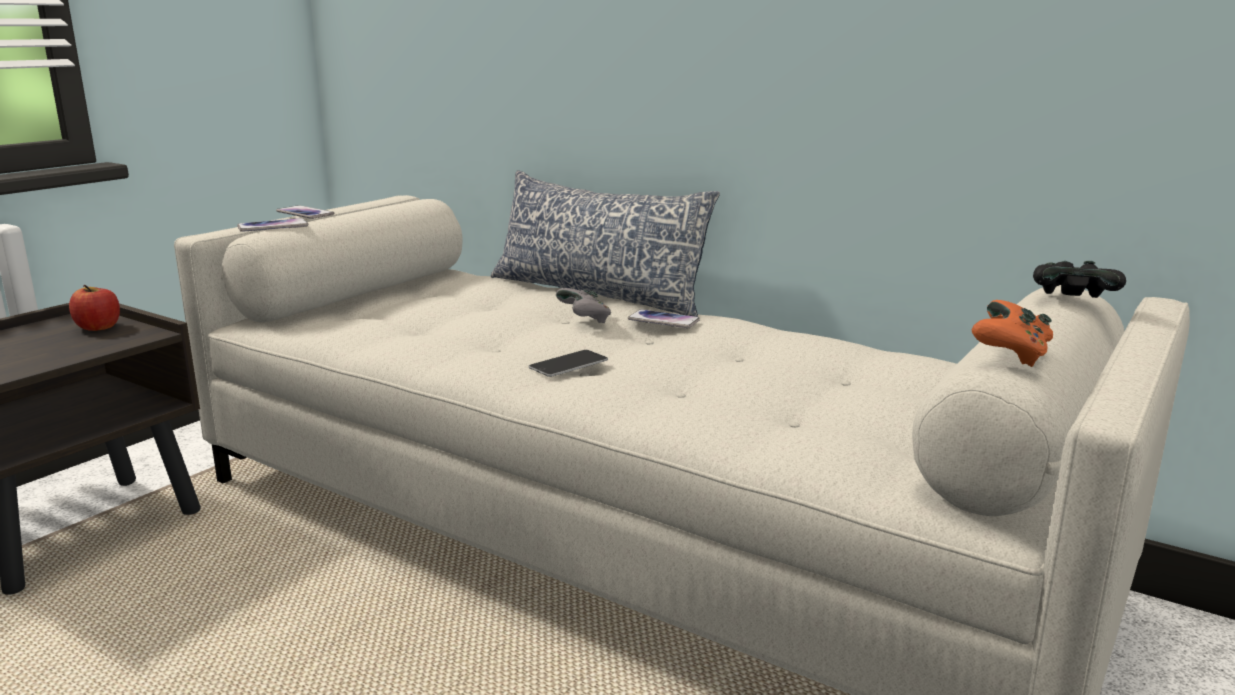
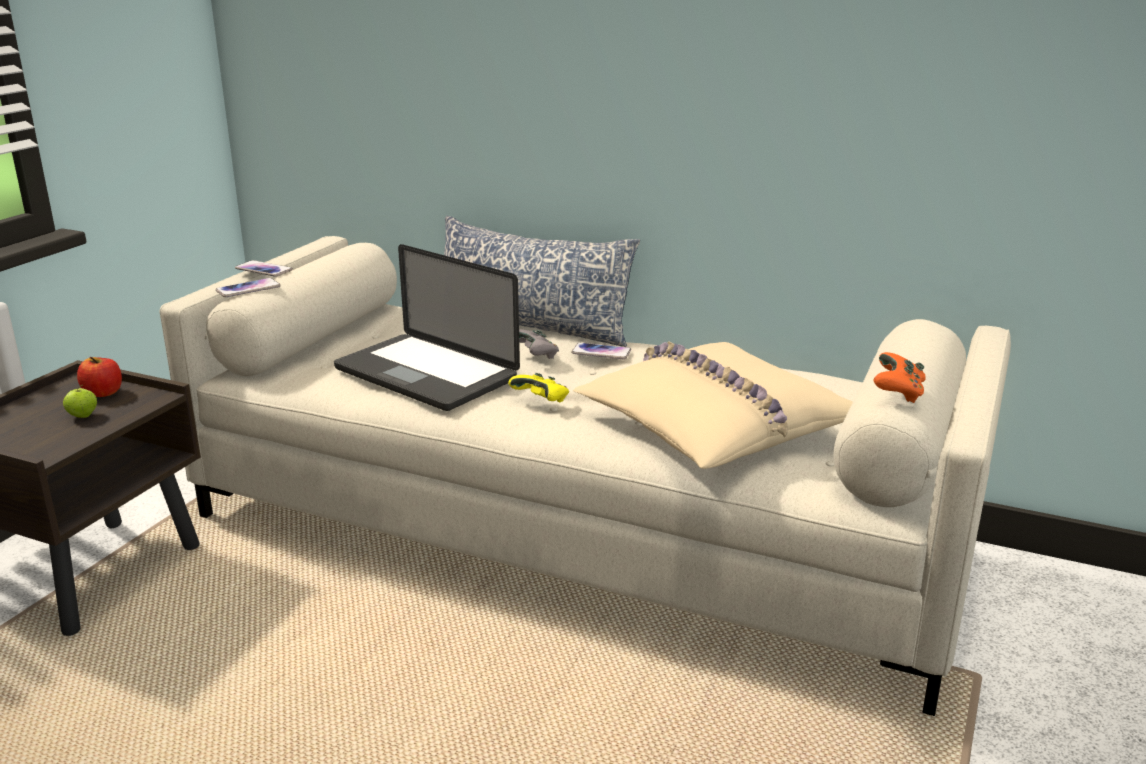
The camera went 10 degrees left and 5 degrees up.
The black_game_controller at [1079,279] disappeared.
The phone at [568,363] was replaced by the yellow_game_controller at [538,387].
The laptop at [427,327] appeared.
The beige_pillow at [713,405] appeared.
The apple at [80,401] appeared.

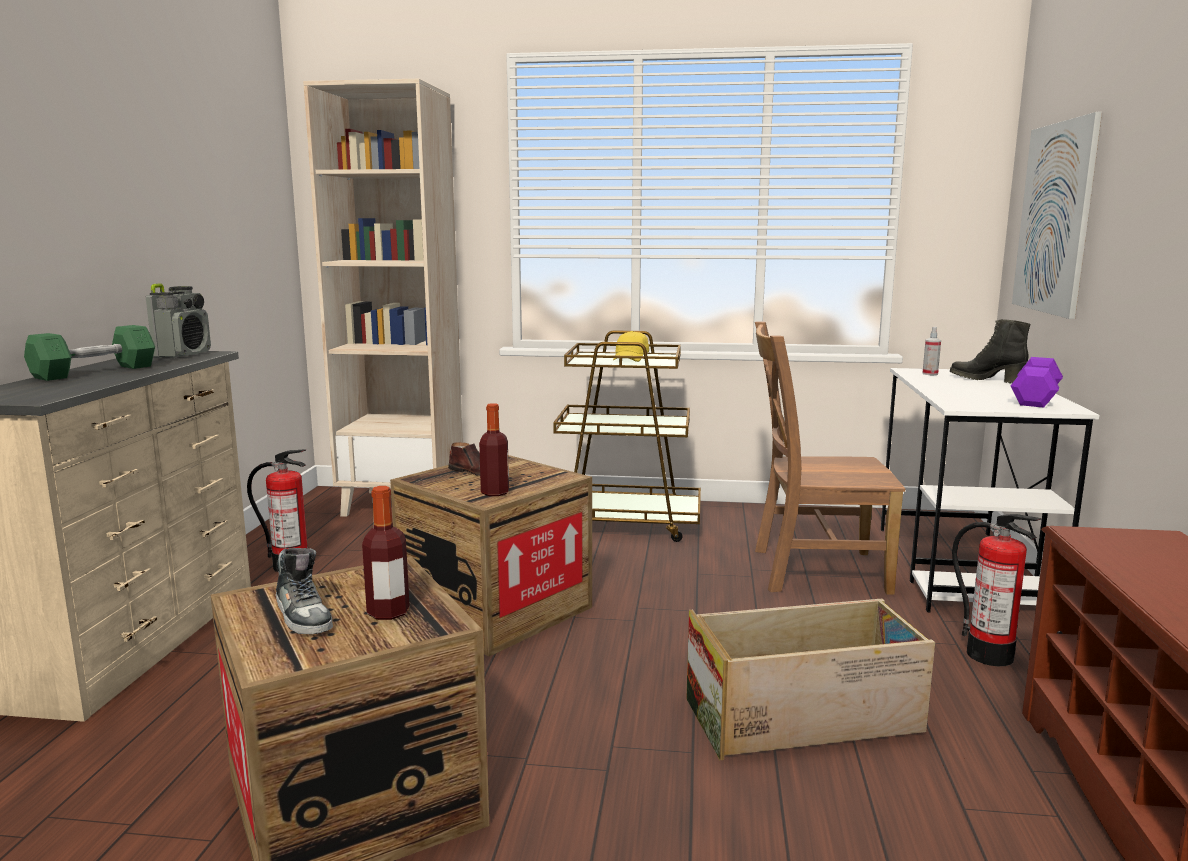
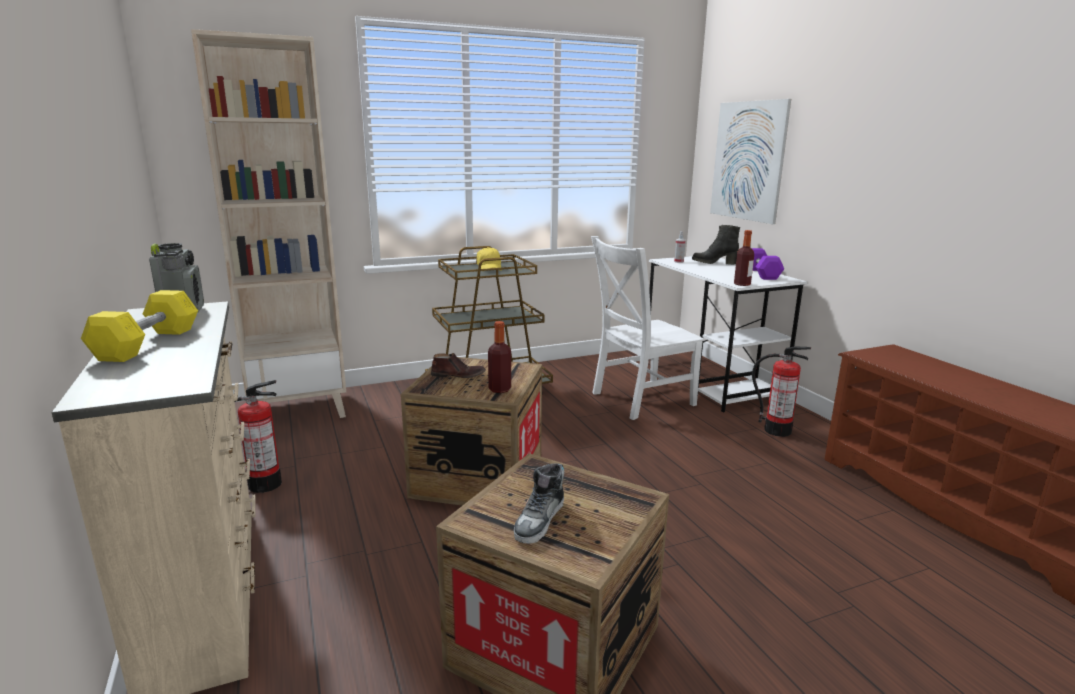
The camera went 30 degrees left and 5 degrees up.
The brown_chair at [830,458] became the white_chair at [647,328].
The green_dumbbell at [89,353] became the yellow_dumbbell at [139,326].
The bottle moved from [386,553] to [744,258].
The shoe at [304,591] turned 90 degrees clockwise.
The crate at [810,679] disappeared.

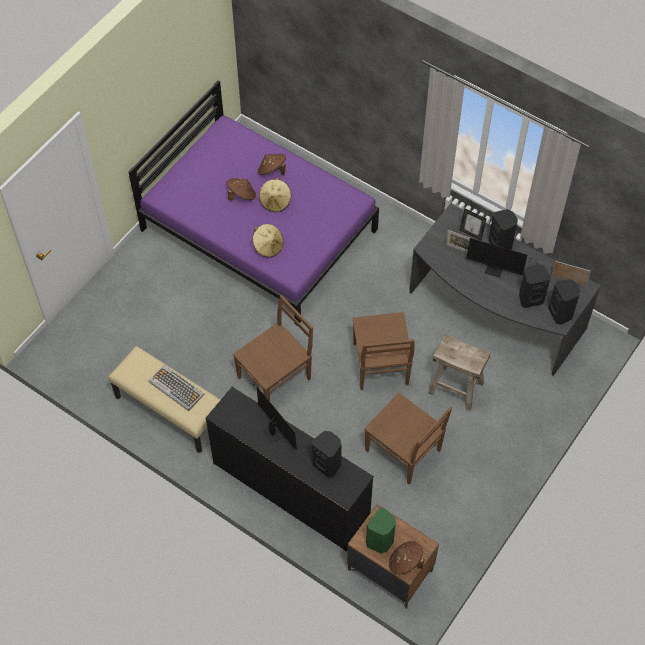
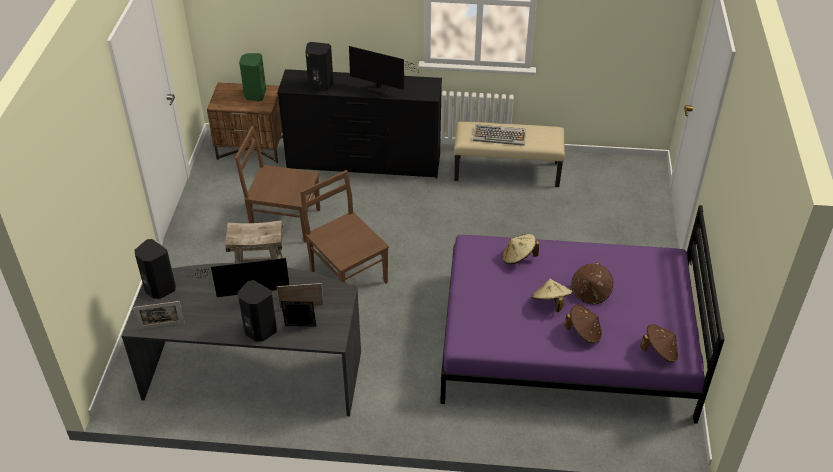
The camera went 150 degrees right and 15 degrees down.
The black_speaker at [535,286] disappeared.
The brown_chair at [273,348] disappeared.
The brown_hat moved from [406,557] to [659,343].

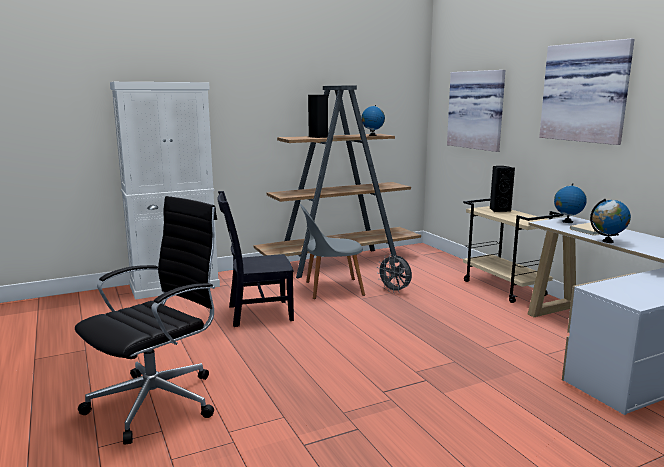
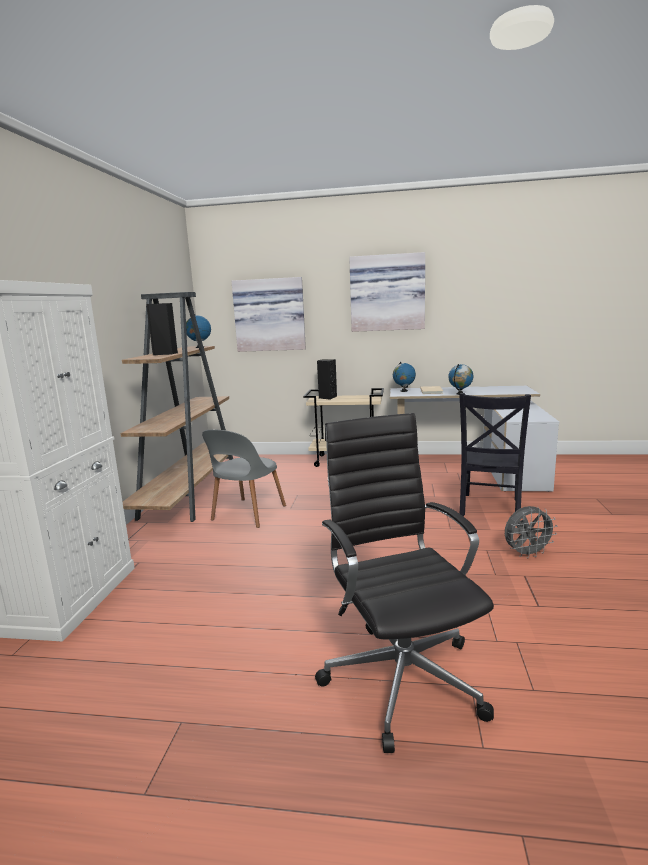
The camera went 55 degrees left and 0 degrees up.
The black_chair moved from [255,259] to [495,454].
The grey_fan moved from [394,274] to [531,532].

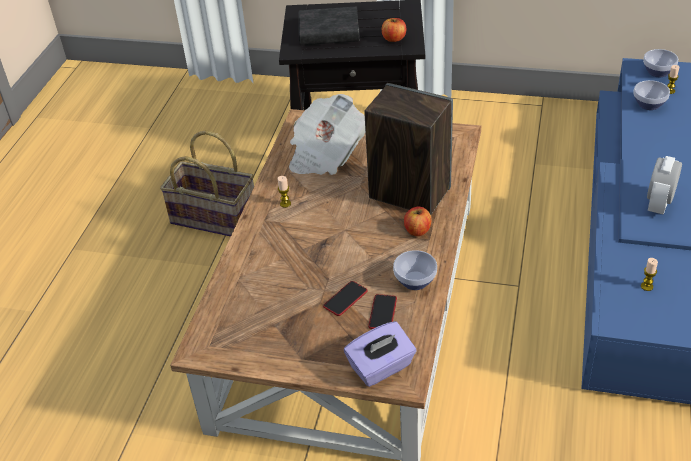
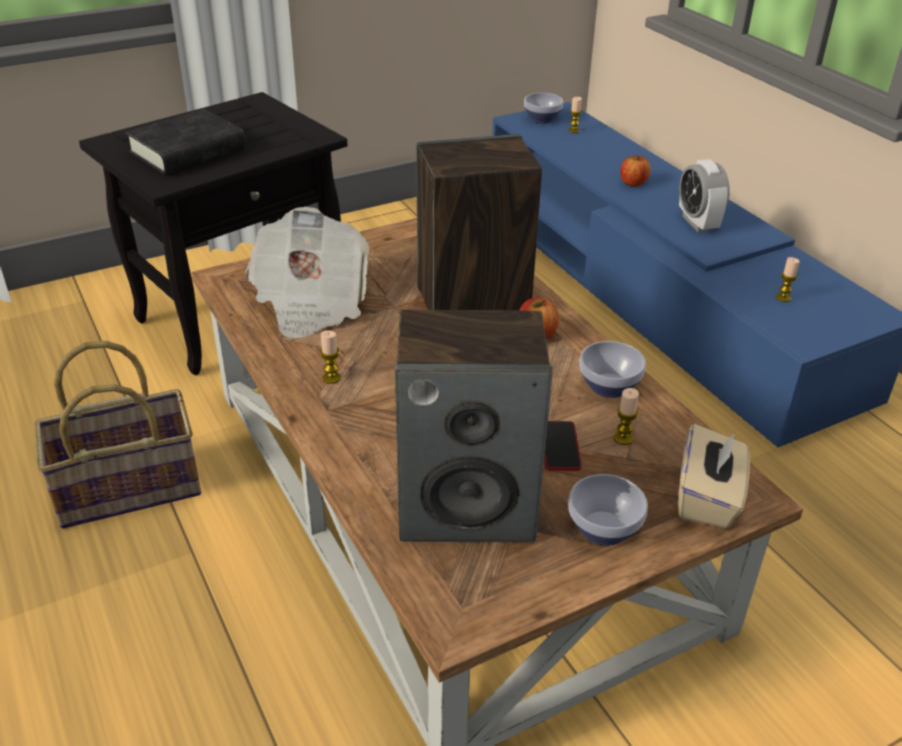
The camera went 45 degrees left and 5 degrees down.
The apple moved from [394,30] to [635,171].
The bowl moved from [651,95] to [608,510].
The phone at [382,311] was replaced by the candle at [626,416].
The purple_tissue_box at [380,354] became the beige_tissue_box at [714,476].
The speaker at [473,426] appeared.

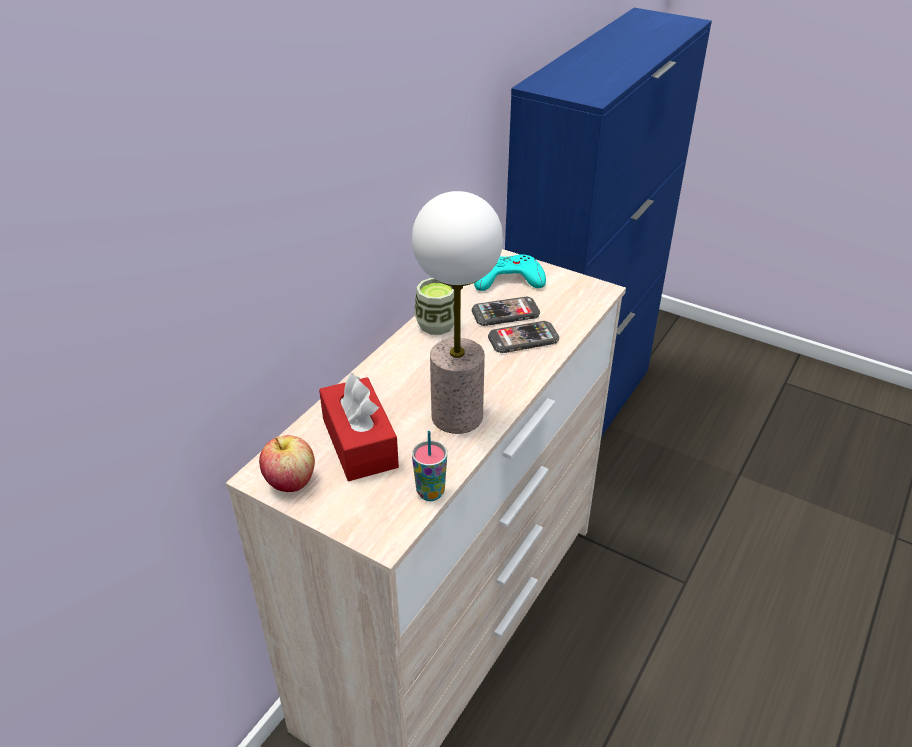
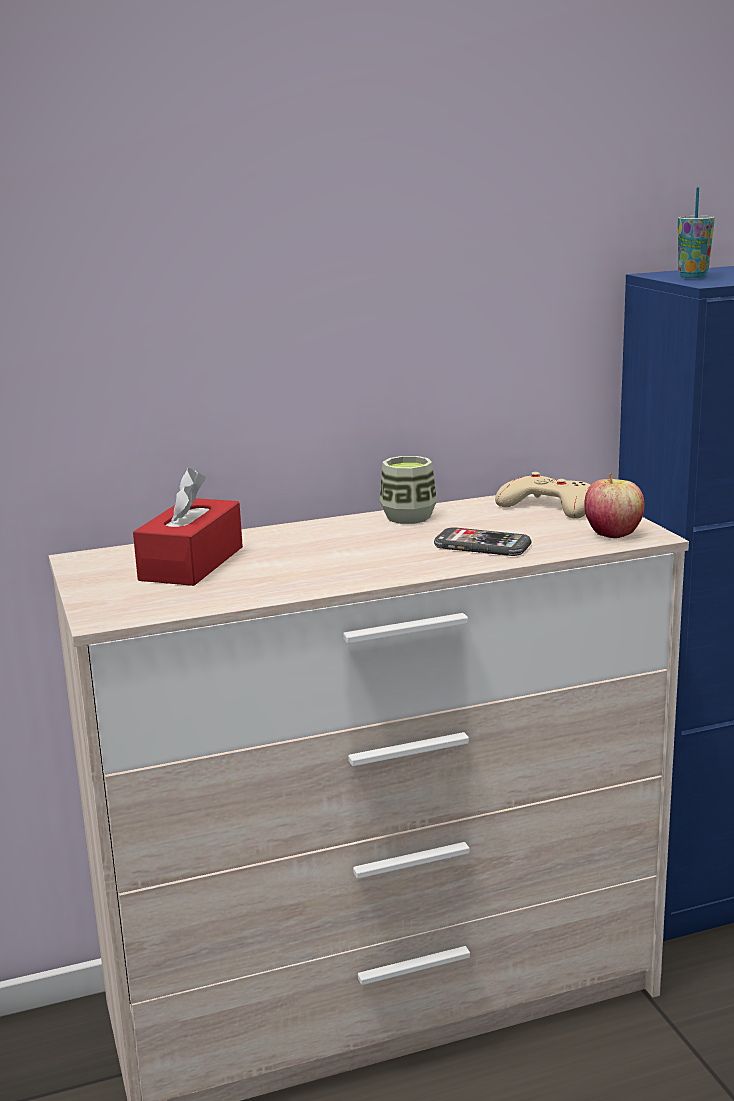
The camera went 40 degrees right and 20 degrees down.
The table_lamp at [457,312] disappeared.
The turquoise_game_controller at [510,273] became the beige_game_controller at [543,495].
The phone at [506,311] disappeared.
The cup moved from [429,466] to [696,232].
The apple moved from [287,463] to [614,505].

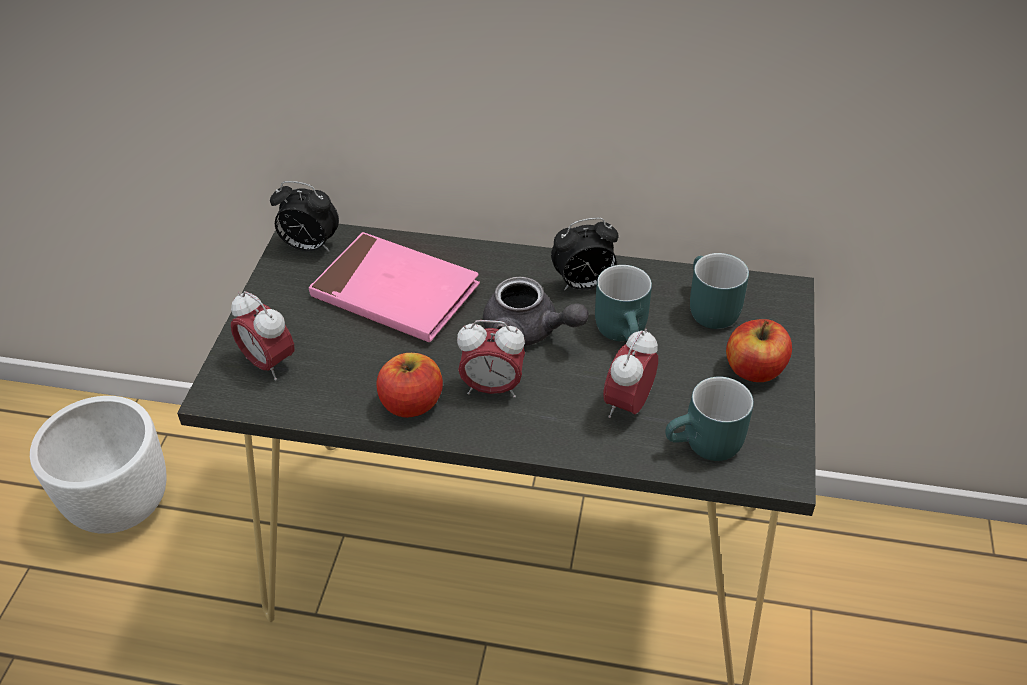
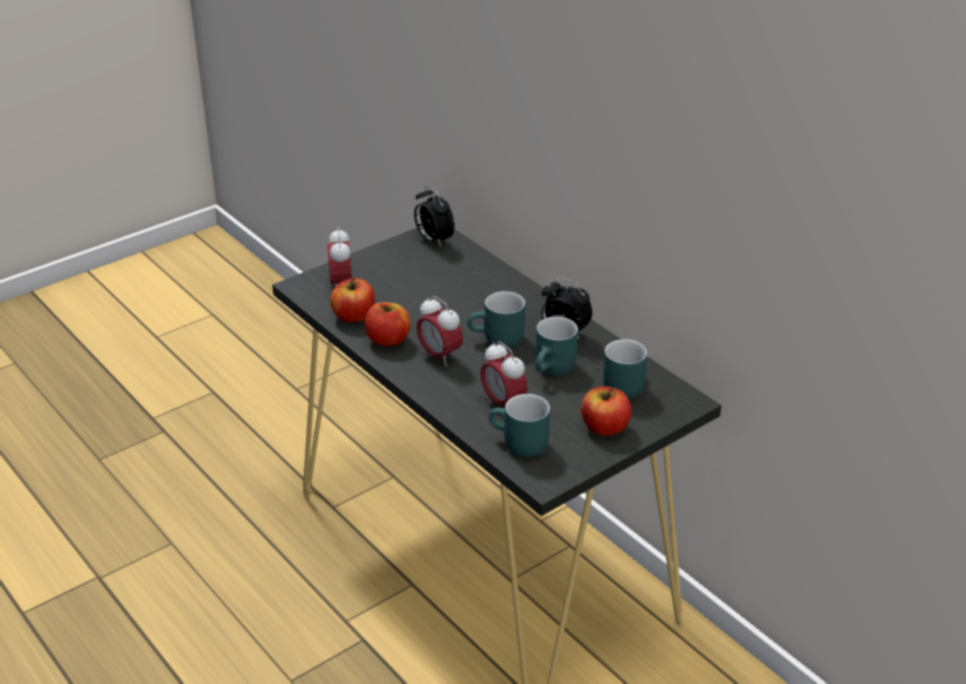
The camera went 40 degrees right and 10 degrees down.
The pink_book at [394,287] disappeared.
The grey_teapot at [536,311] was replaced by the turquoise_mug at [496,319].
The alarm_clock at [630,373] turned 105 degrees counterclockwise.
The white_planter at [98,465] disappeared.
The apple at [352,300] appeared.

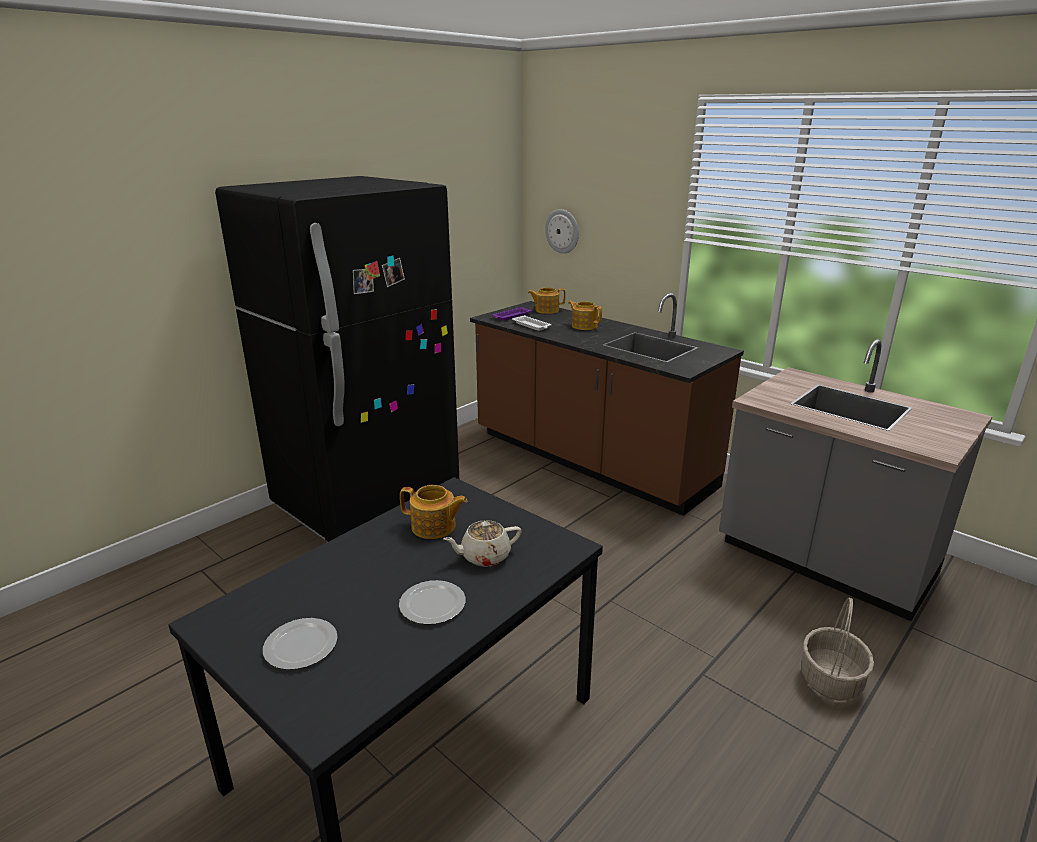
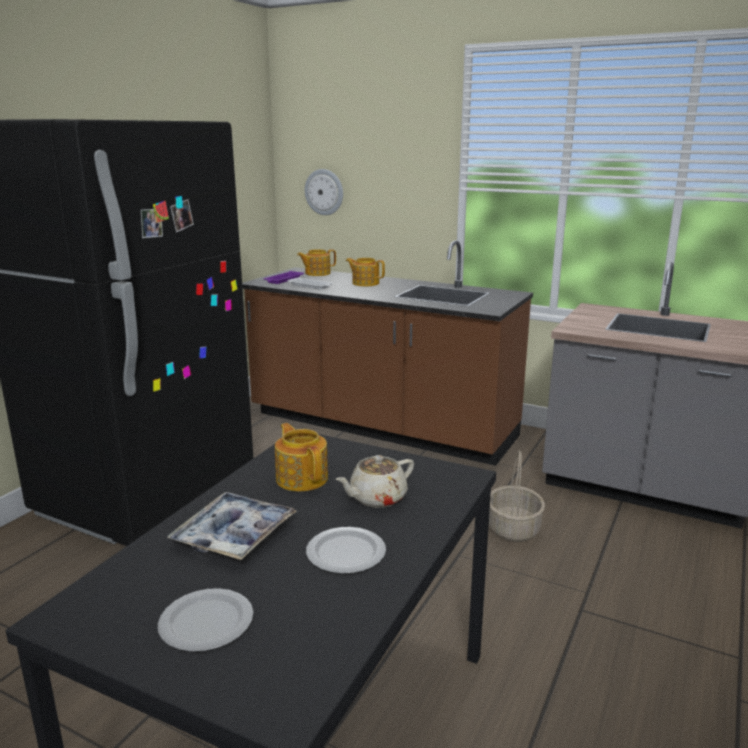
The camera went 15 degrees left and 5 degrees down.
The teapot at [434,512] turned 120 degrees counterclockwise.
The basket moved from [837,649] to [517,496].
The tray at [231,526] appeared.

